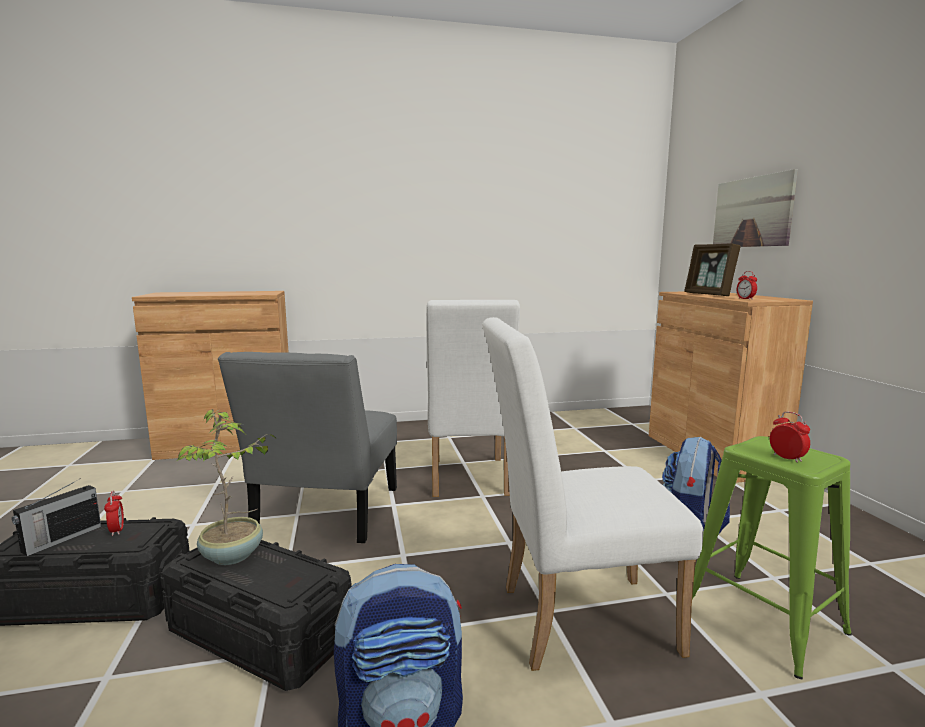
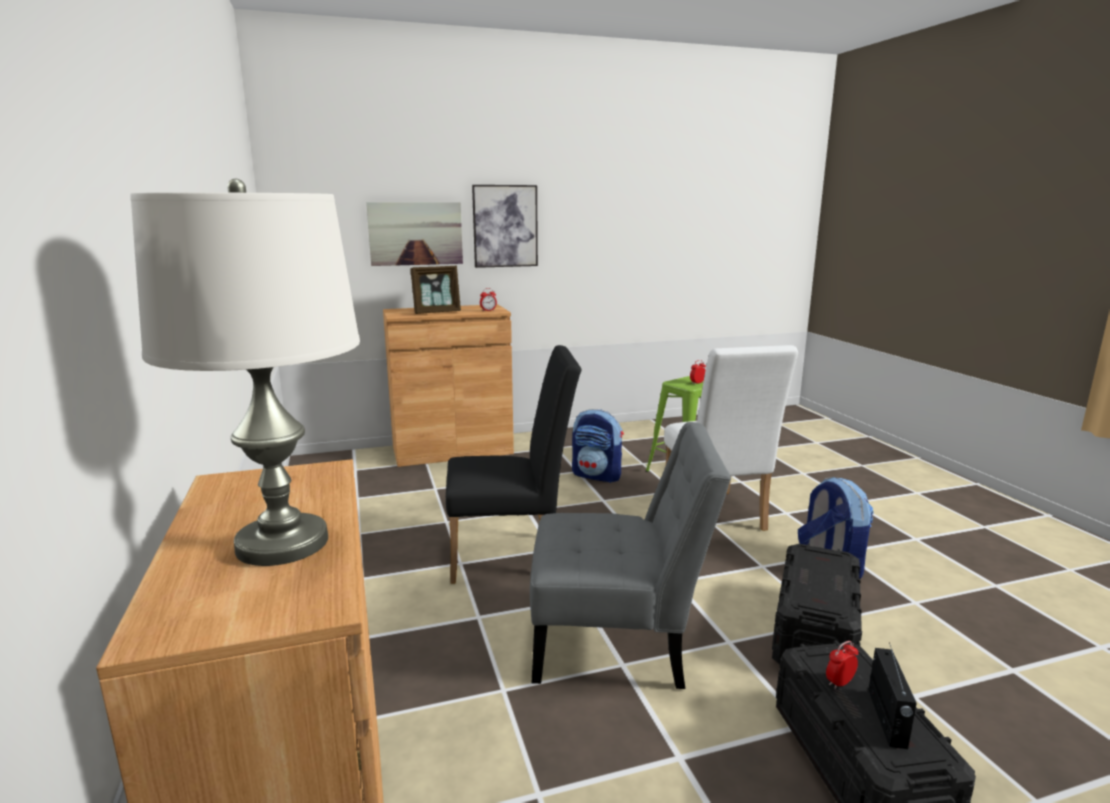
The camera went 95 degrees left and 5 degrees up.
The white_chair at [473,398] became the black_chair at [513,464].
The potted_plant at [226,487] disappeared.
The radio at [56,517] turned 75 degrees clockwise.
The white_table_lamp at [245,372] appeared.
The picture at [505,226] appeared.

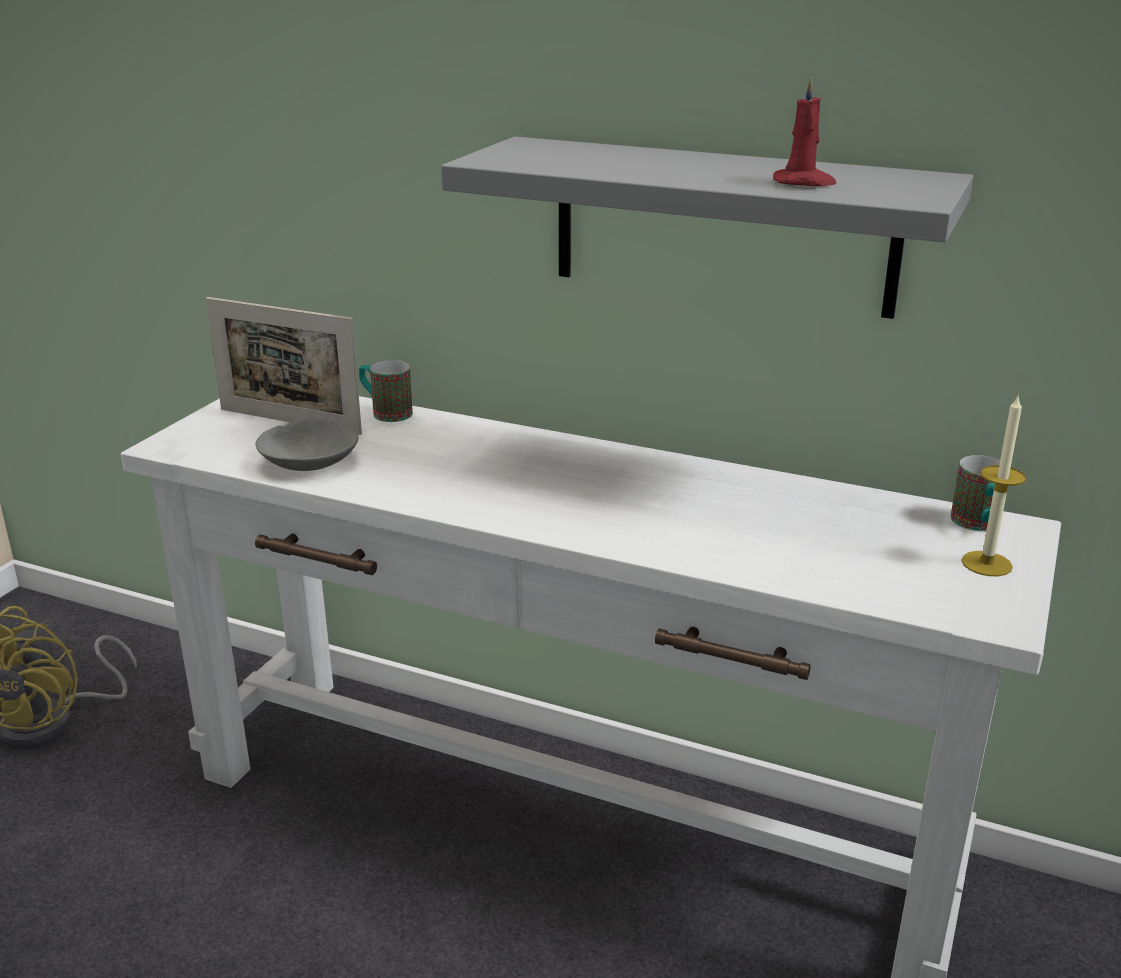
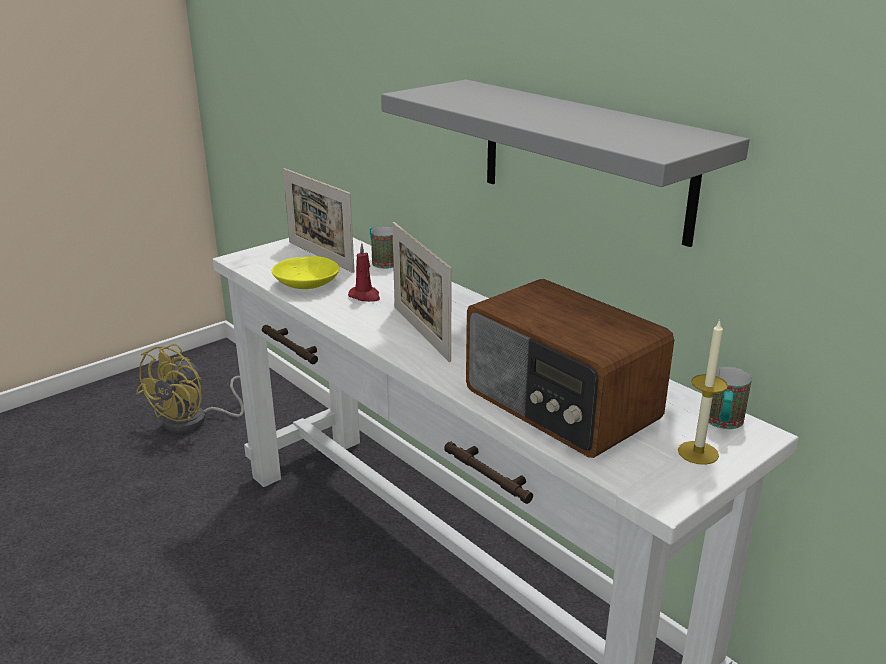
The camera went 25 degrees right and 0 degrees up.
The red_candle moved from [804,131] to [364,272].
The grey_bowl at [307,445] became the yellow_bowl at [306,272].
The picture_frame at [422,292] appeared.
The radio at [570,368] appeared.

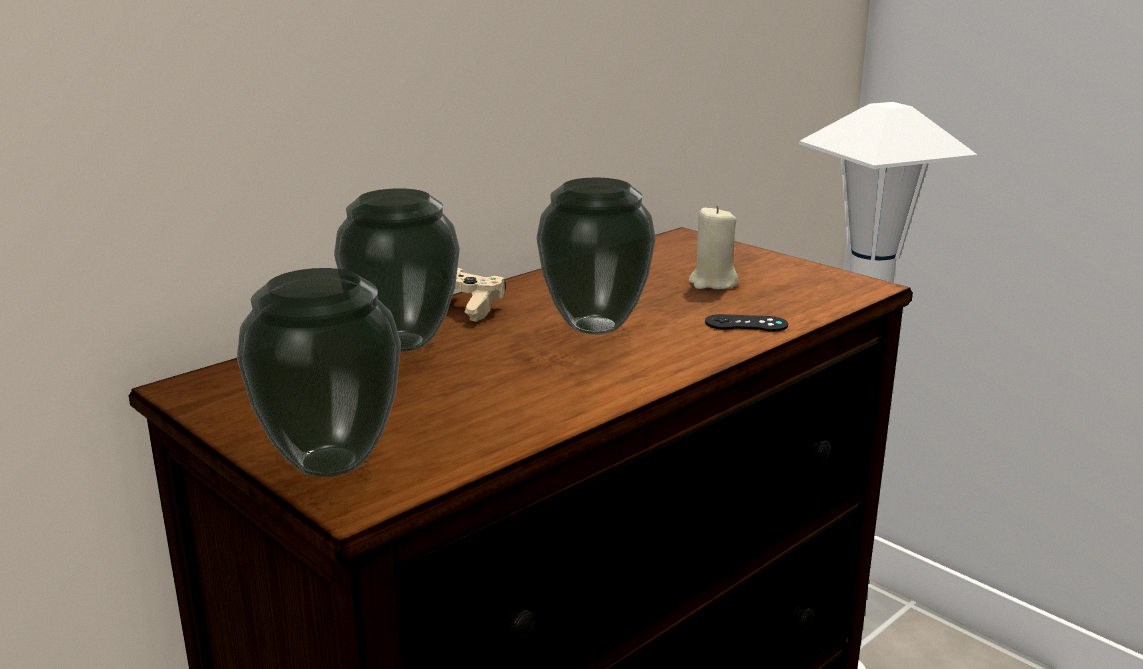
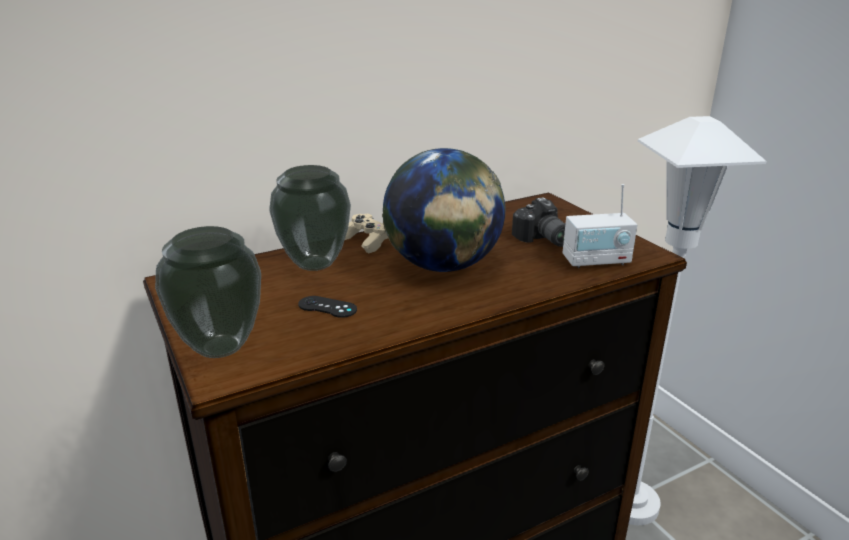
The camera went 15 degrees right and 5 degrees up.
The vase at [596,256] was replaced by the globe at [443,210].
The beige_candle at [713,247] was replaced by the photo_camera at [538,222].
The black_game_controller moved from [746,323] to [327,307].
The radio at [600,226] appeared.

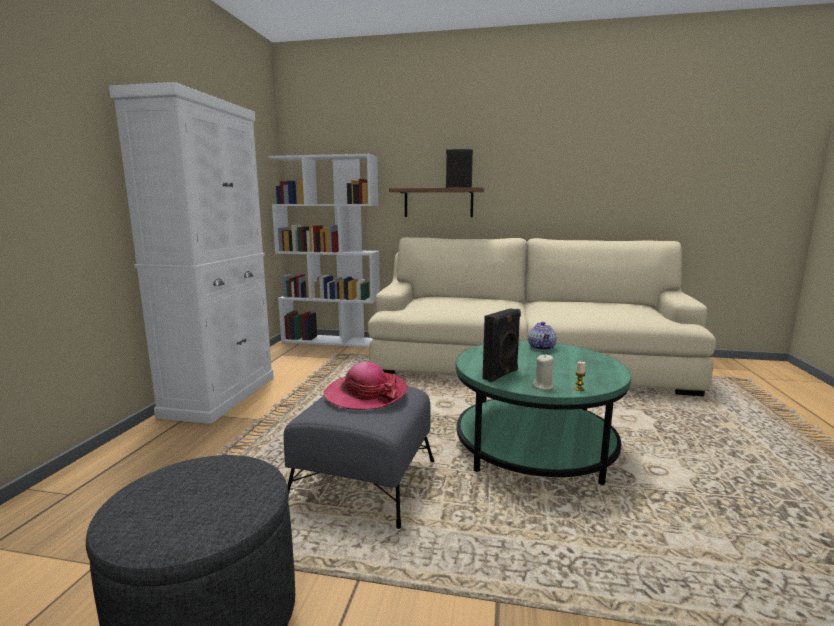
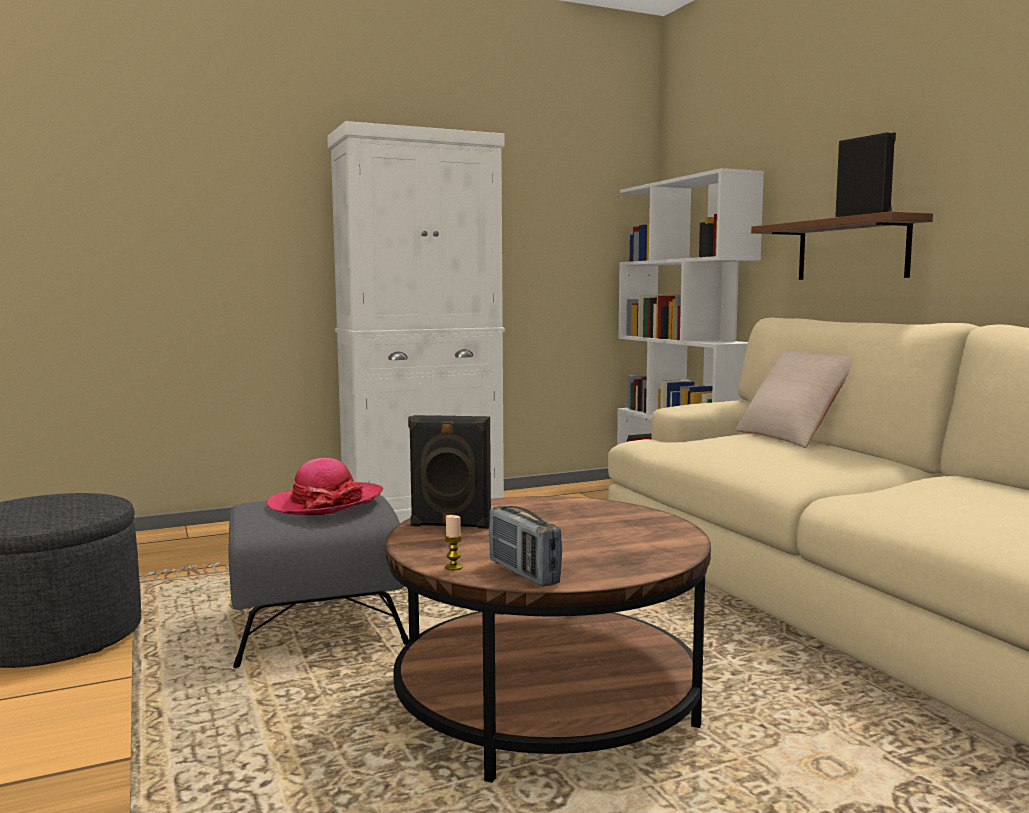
The camera went 55 degrees right and 5 degrees down.
The teapot at [542,336] disappeared.
The green_coffee_table at [543,413] became the brown_coffee_table at [548,639].
The beige_candle at [543,372] disappeared.
The beige_pillow at [794,400] appeared.
The radio at [525,546] appeared.

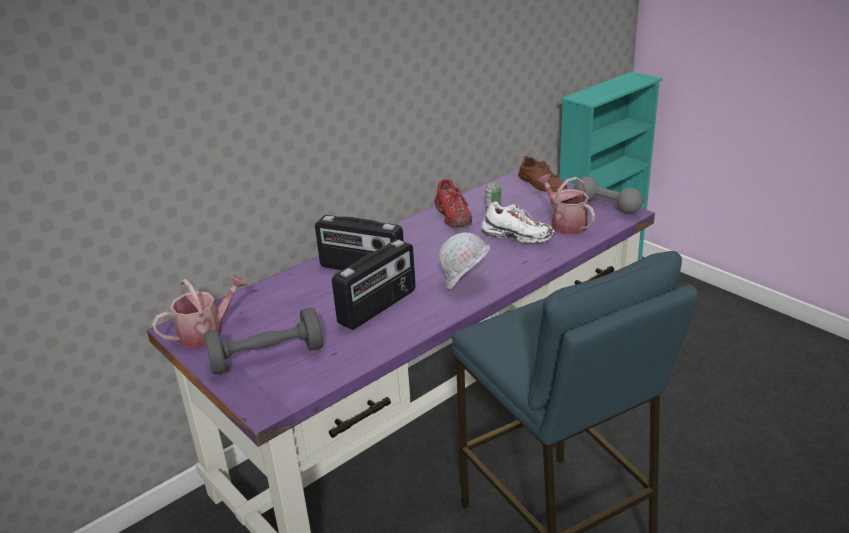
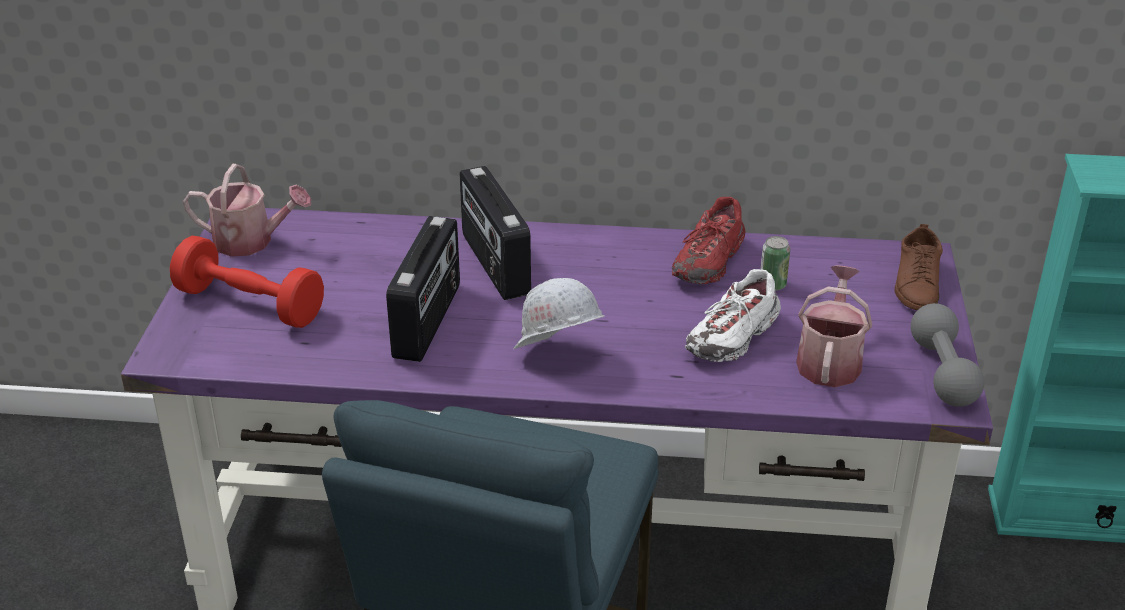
The camera went 45 degrees right and 5 degrees up.
The white_shoe at [518,223] turned 60 degrees clockwise.
The radio at [374,284] turned 75 degrees counterclockwise.
The grey_dumbbell at [263,340] became the red_dumbbell at [247,282].

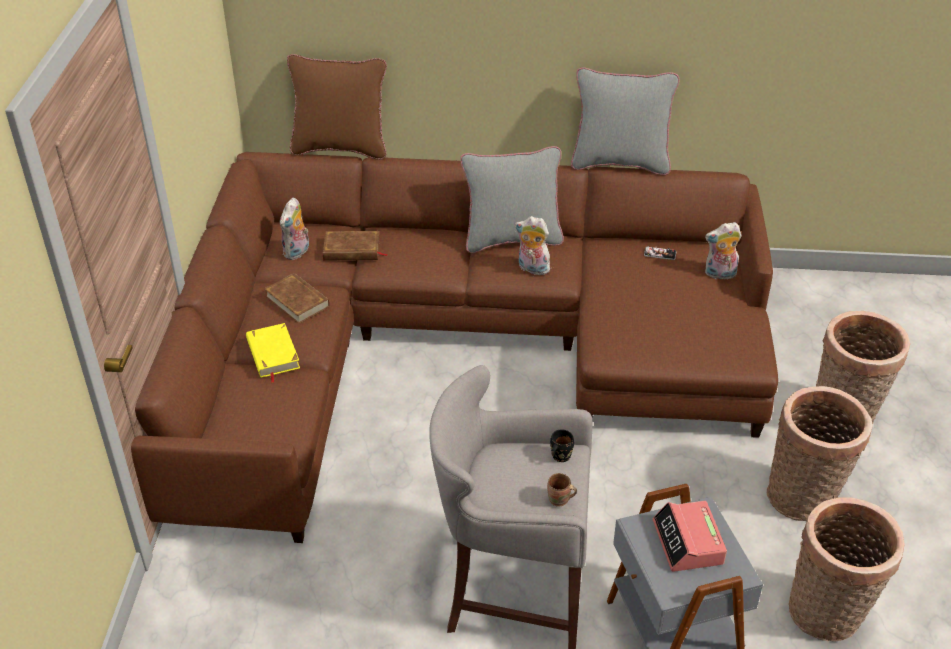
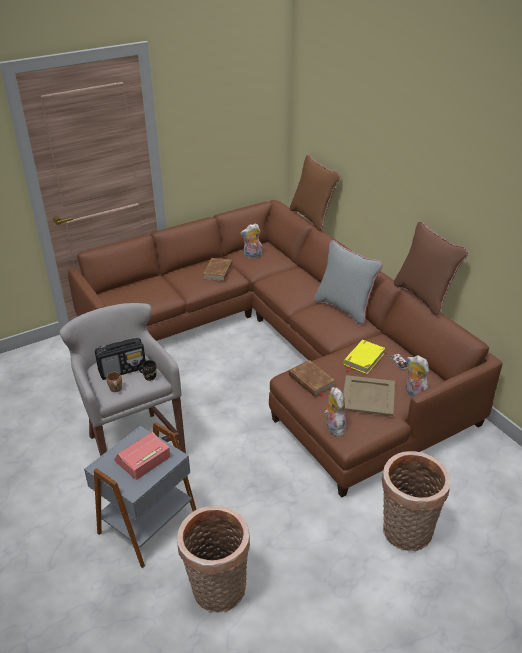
The camera went 55 degrees right and 5 degrees down.
The grey_pillow at [625,121] became the brown_pillow at [430,269].
The plush_toy moved from [532,245] to [335,411].
The brown_book moved from [355,245] to [312,379].
The yellow_book moved from [273,353] to [364,357].
The basket at [820,453] disappeared.
The radio at [120,359] appeared.
The beige_tray at [369,395] appeared.

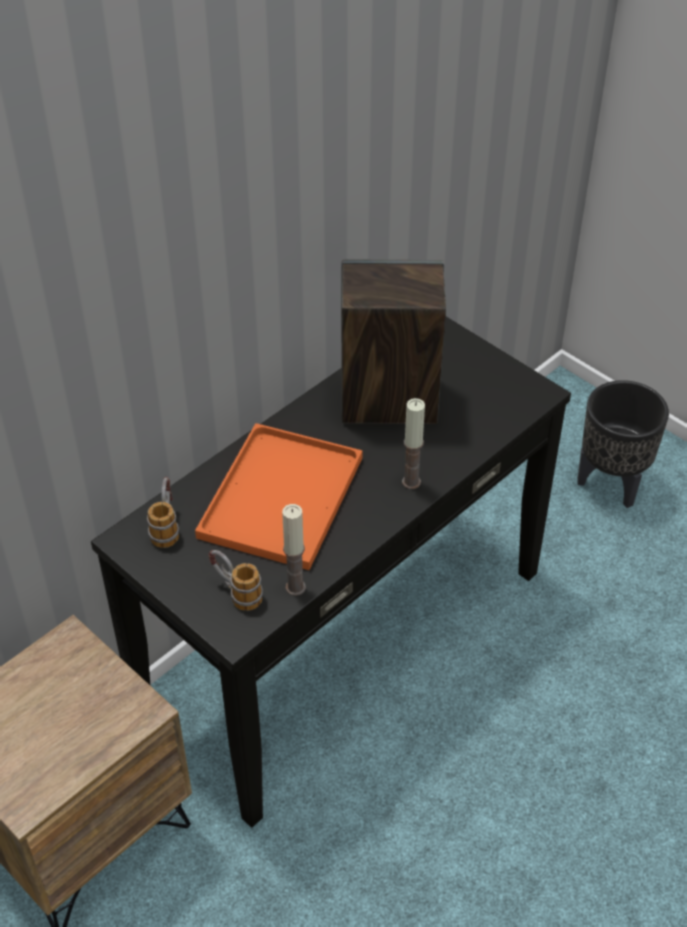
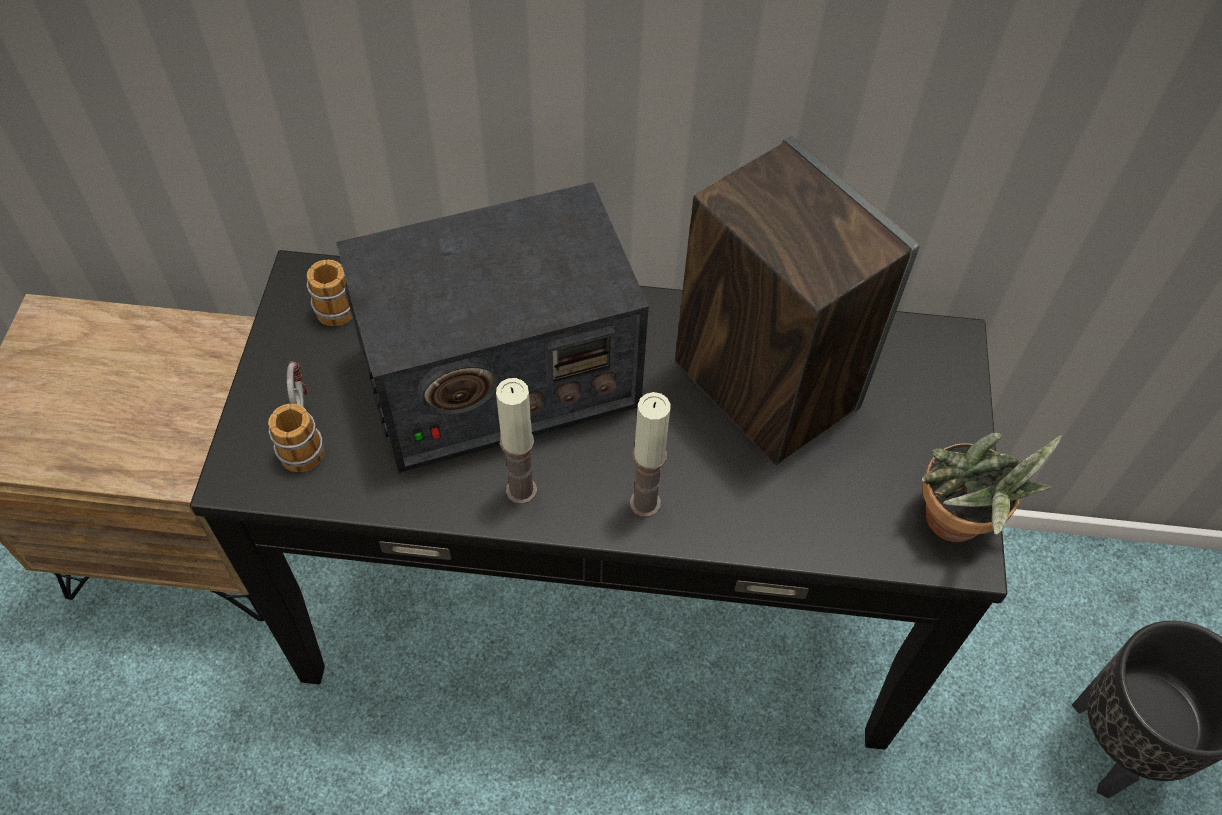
The camera went 50 degrees right and 10 degrees up.
The orange_tray at [278,496] was replaced by the radio at [492,327].
The candle moved from [294,550] to [516,441].
The potted_plant at [991,487] appeared.

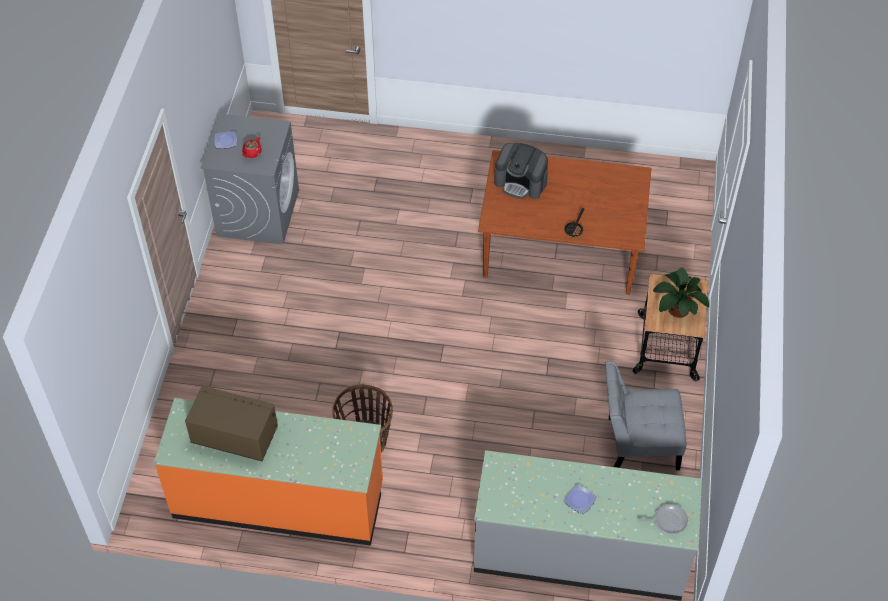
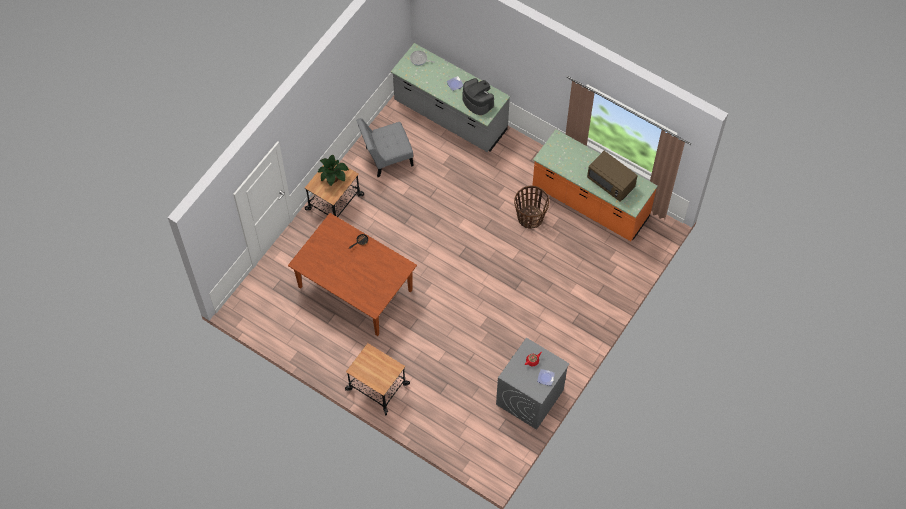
The camera went 155 degrees left and 10 degrees up.
The coffee_machine moved from [521,171] to [478,96].
The grey_chair at [645,415] turned 135 degrees clockwise.
The cart at [377,379] appeared.

